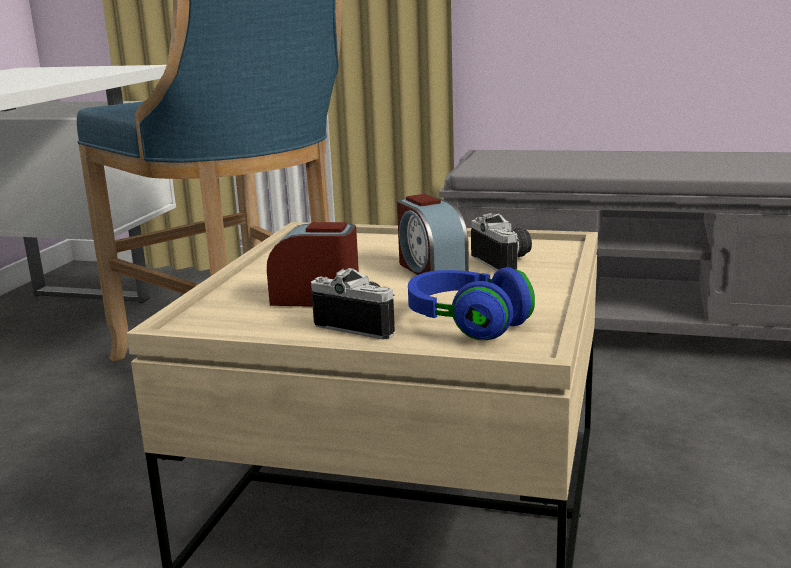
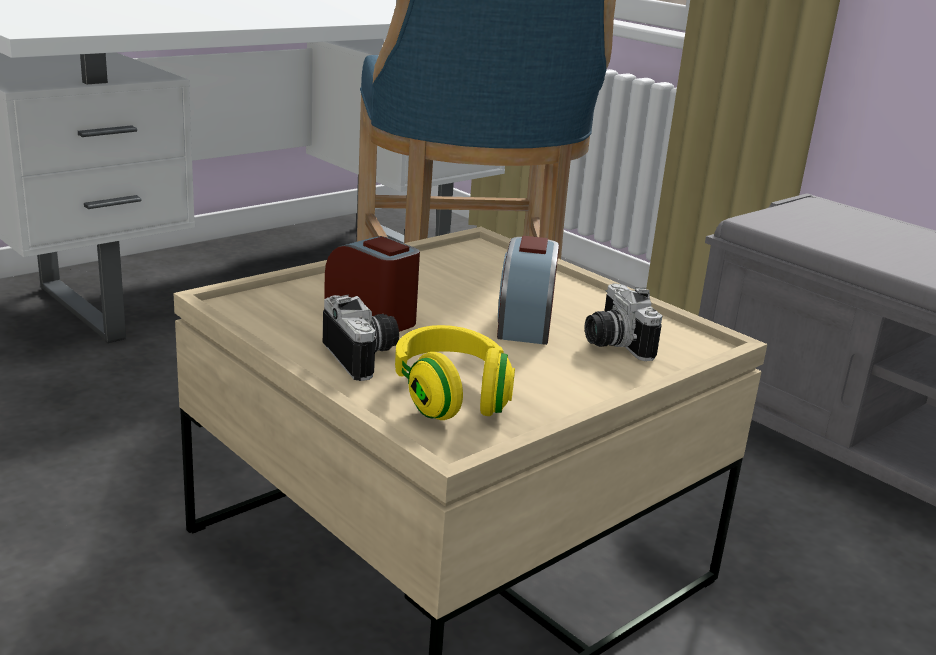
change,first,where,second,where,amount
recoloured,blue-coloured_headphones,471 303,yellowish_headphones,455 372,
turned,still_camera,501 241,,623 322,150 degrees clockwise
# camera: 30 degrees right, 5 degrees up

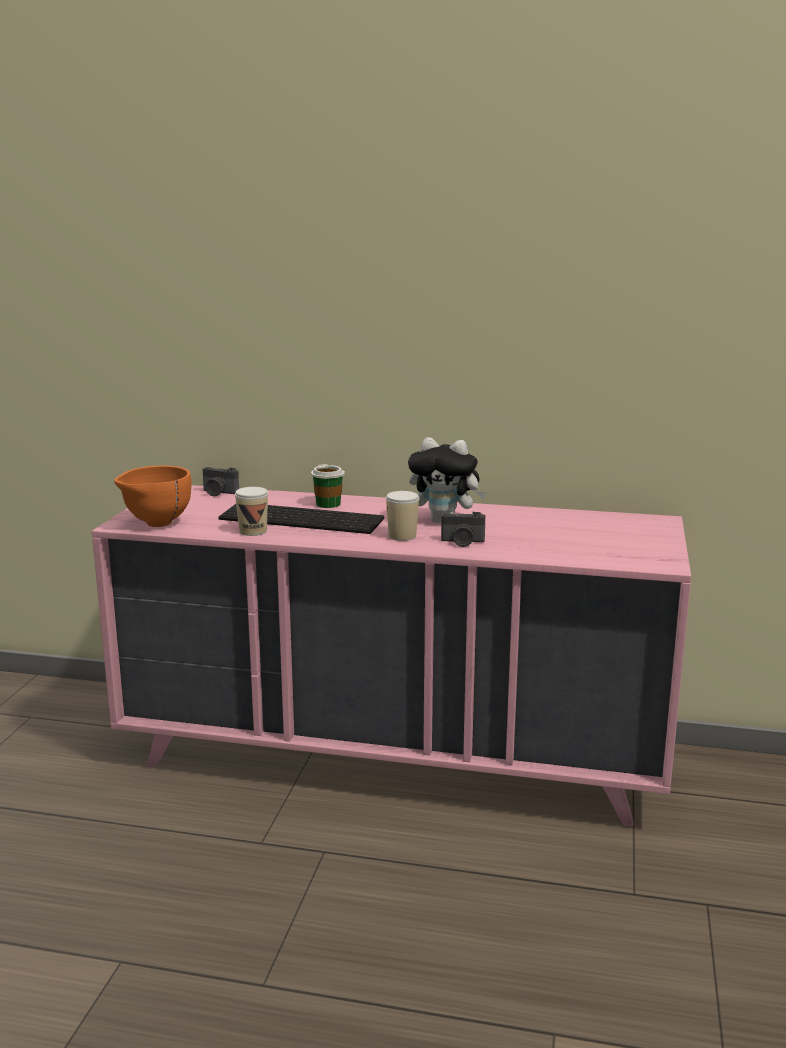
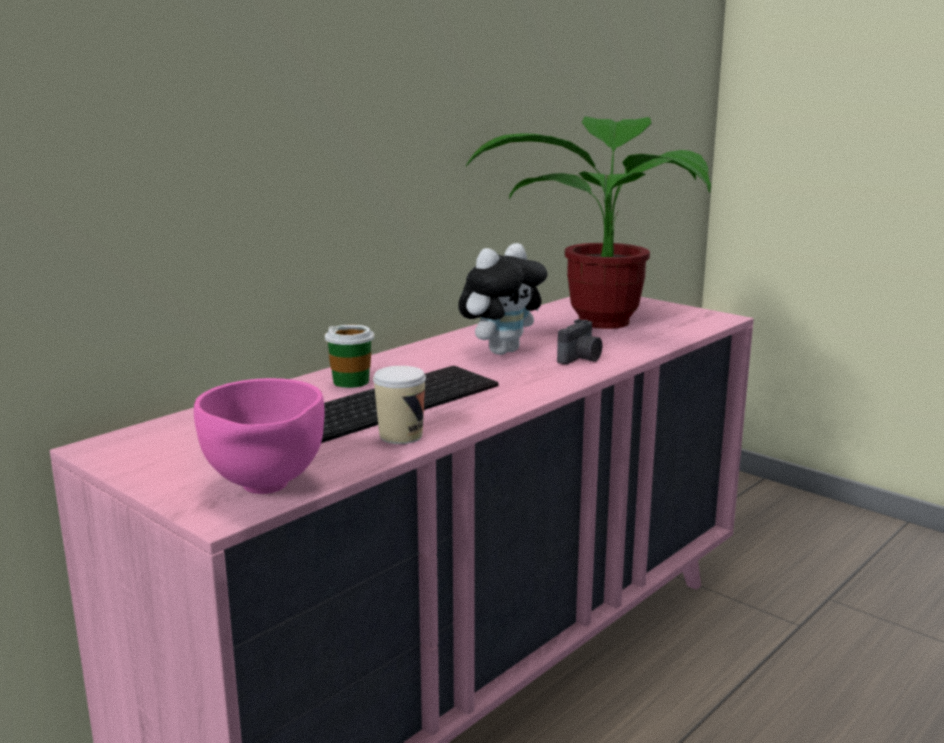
change,first,where,second,where,amount
recoloured,orangey_serving_bowl,152 496,pink-coloured_serving_bowl,259 436,
added,,,plant_in_a_pot,588 222,
removed,still_camera,221 481,,,
removed,drinking_cup,402 516,,,
# camera: 60 degrees left, 0 degrees up

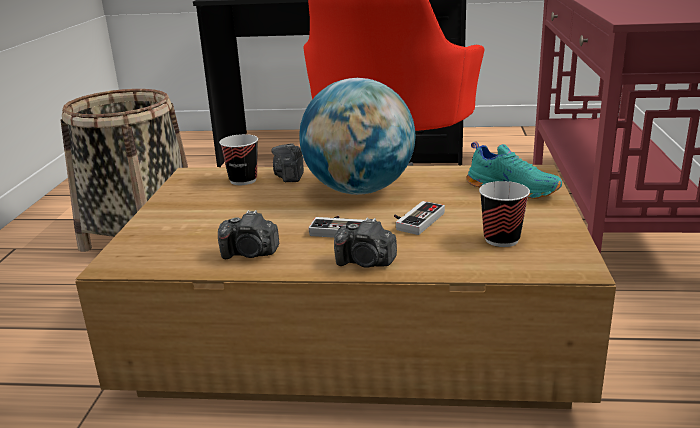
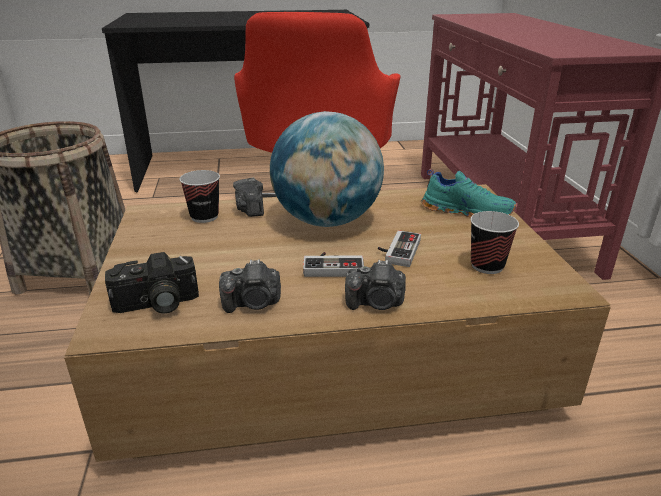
change,first,where,second,where,amount
added,,,still_camera,152 283,
# camera: 15 degrees left, 5 degrees up

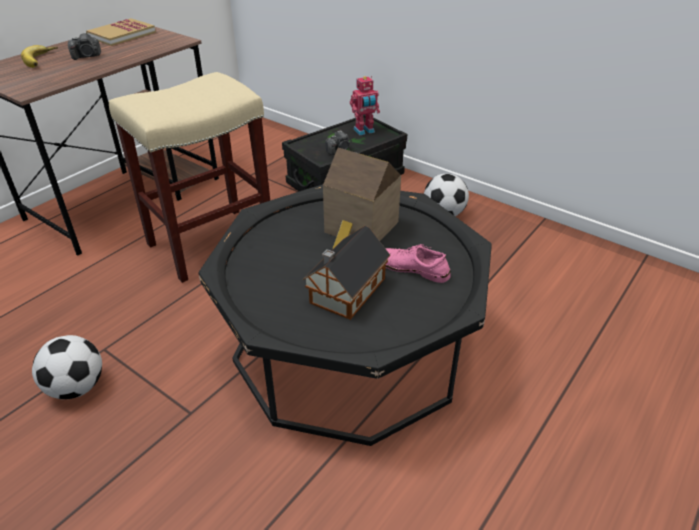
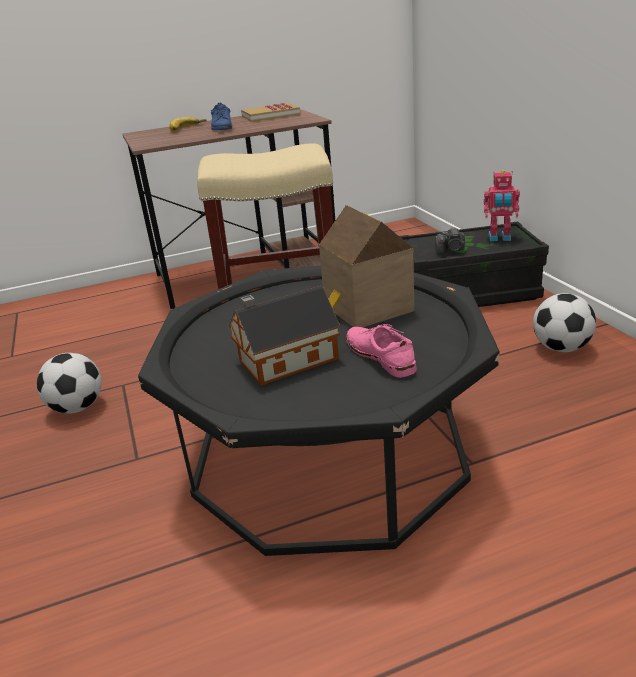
change,first,where,second,where,amount
replaced,still_camera,84 46,blue-coloured_item_of_footwear,221 116,
# camera: 35 degrees right, 10 degrees down

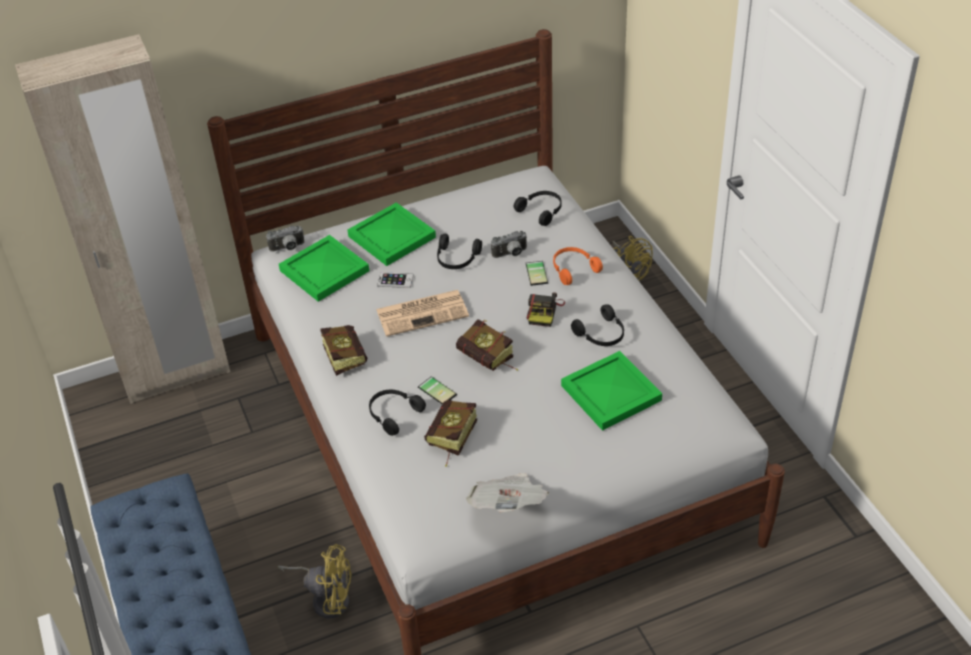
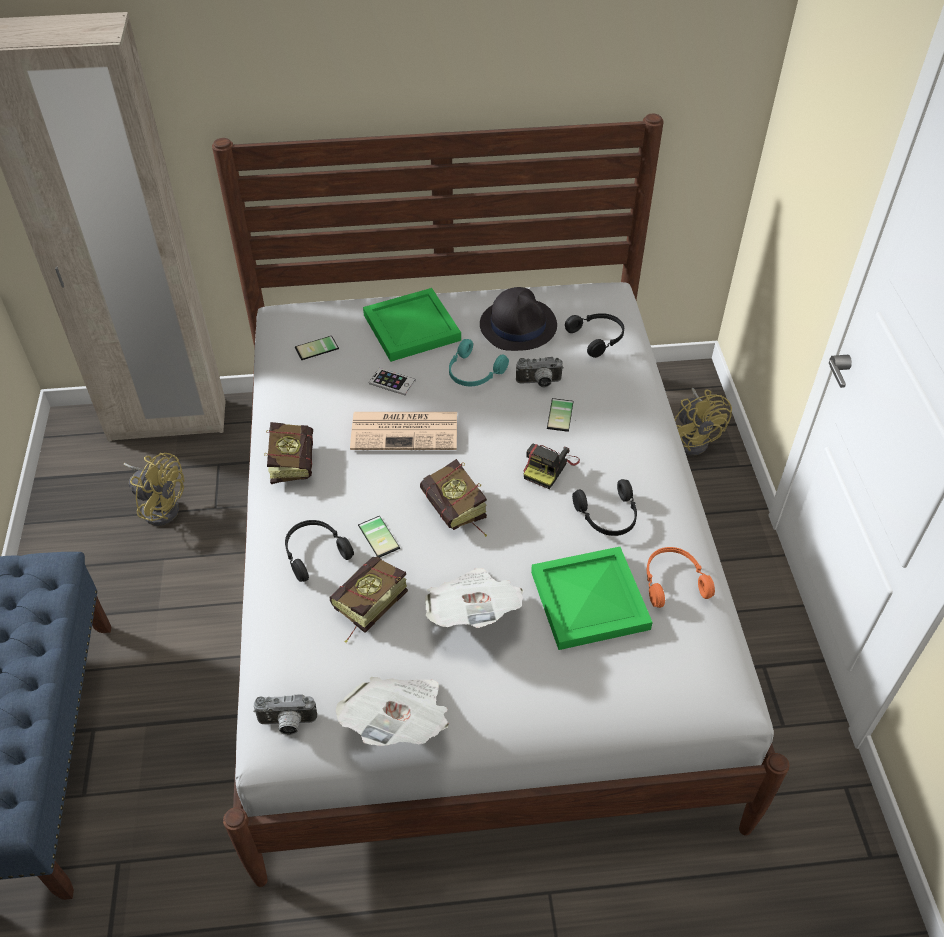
change,first,where,second,where,amount
moved,yellowish_cooling_fan,315 581,,154 489,
moved,still_camera,285 238,,285 714,
replaced,green_carrying_tray,324 268,phone,317 348,
added,,,newspaper,474 598,
recoloured,black-coloured_headphones,459 251,turquoise-coloured_headphones,479 362,
added,,,black-coloured_wearable_hat,518 319,
moved,orangey_headphones,578 266,,681 577,
# camera: 15 degrees right, 5 degrees up

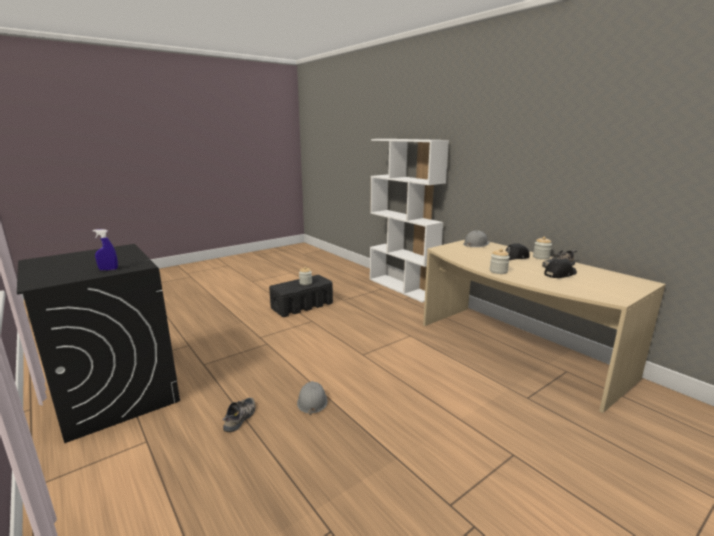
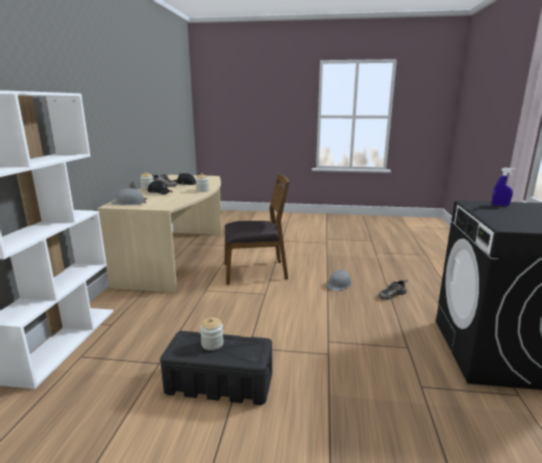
change,first,where,second,where,amount
added,,,brown-coloured_chair,257 229,
# camera: 135 degrees left, 0 degrees up

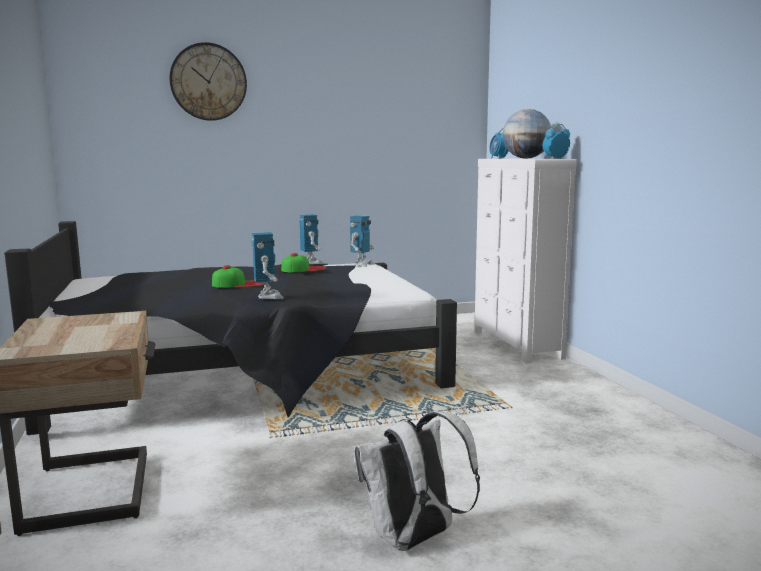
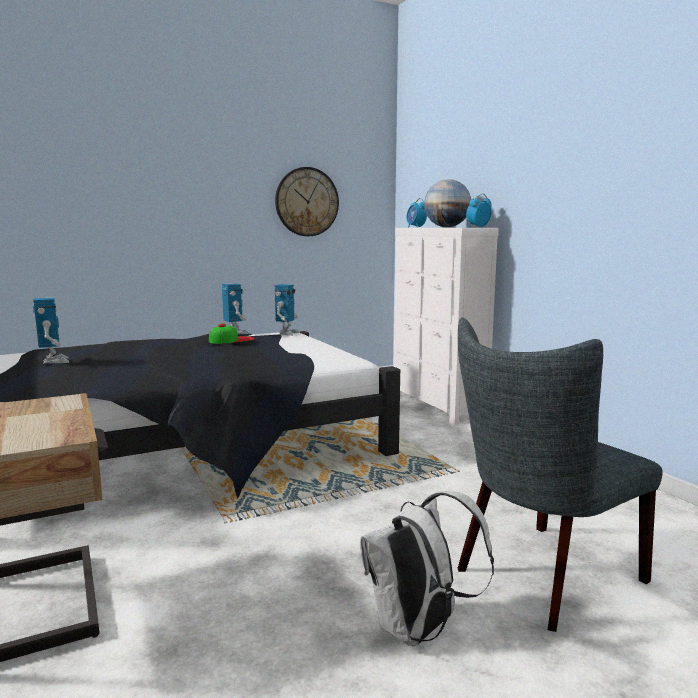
change,first,where,second,where,amount
moved,robot_figure,267 265,,51 330,
moved,hanging_clock,208 81,,307 201,
added,,,greyish_chair,560 474,
removed,cap,238 276,,,
# camera: 10 degrees left, 0 degrees up

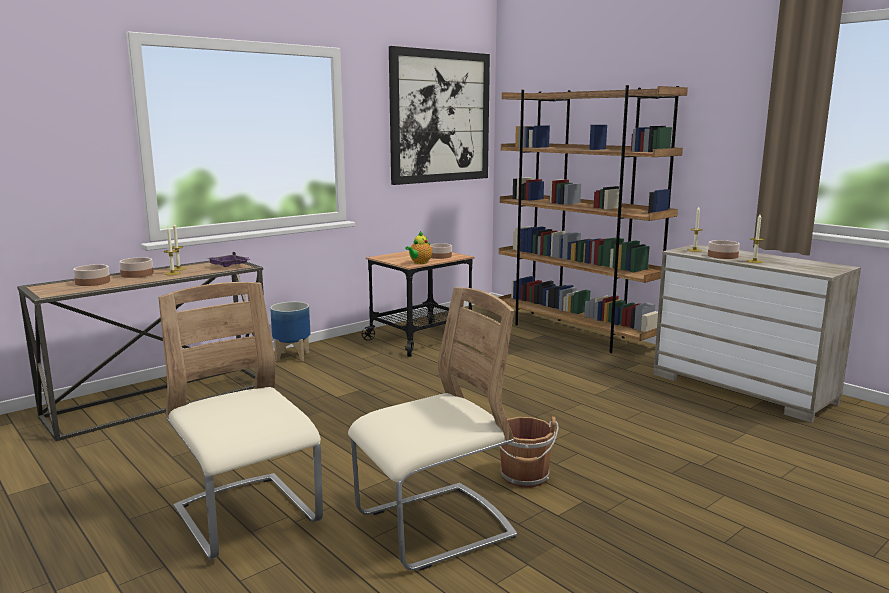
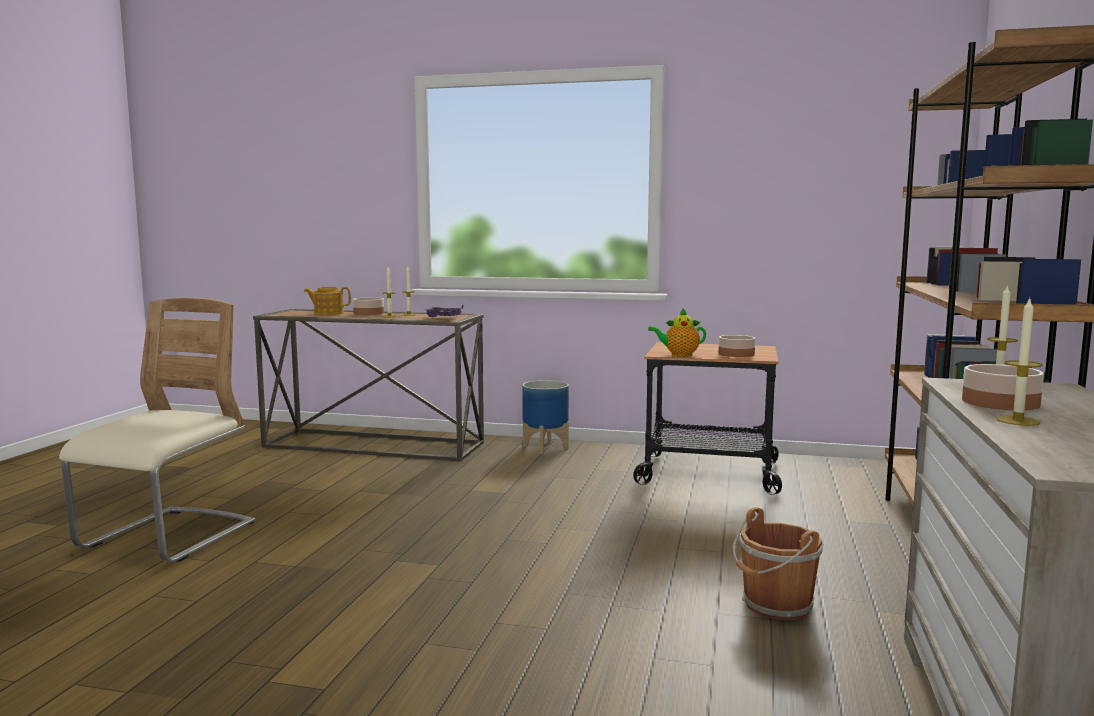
change,first,where,second,where,amount
replaced,serving_bowl,91 275,tea_pot,327 301,
moved,brown-coloured_water_bucket,529 452,,778 563,
removed,beige-coloured_chair,432 429,,,
removed,picture,439 115,,,
# camera: 55 degrees right, 5 degrees down

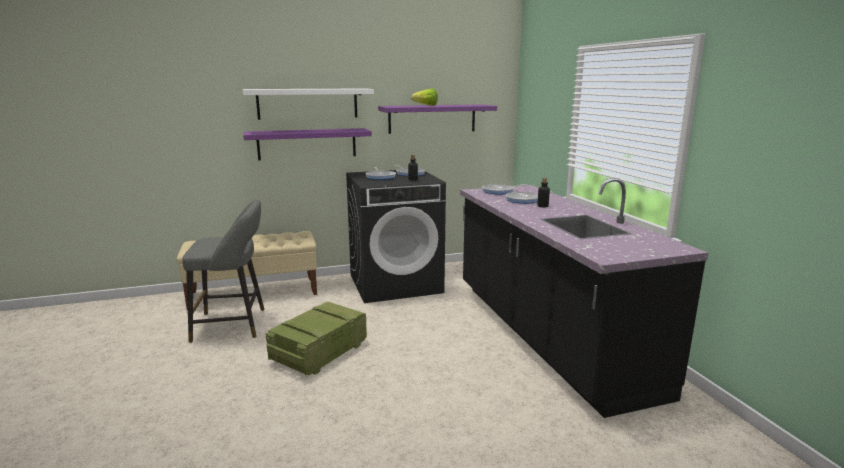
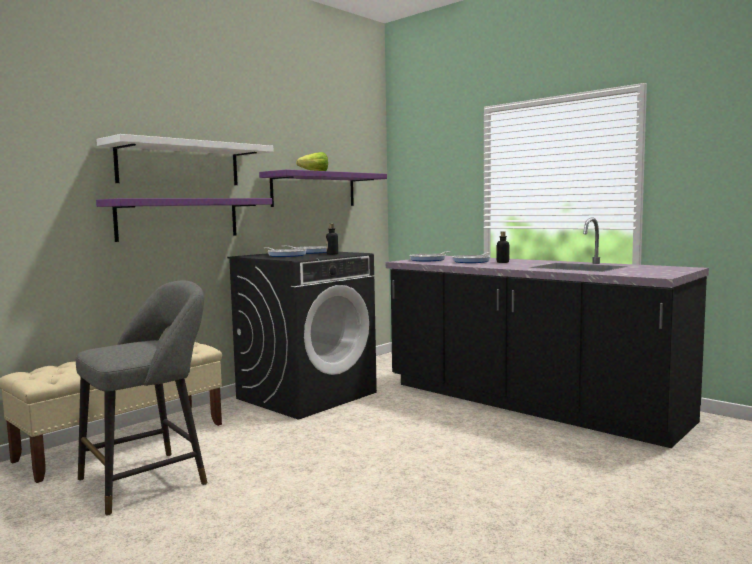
change,first,where,second,where,amount
removed,crate,316 338,,,
# camera: 30 degrees left, 10 degrees down

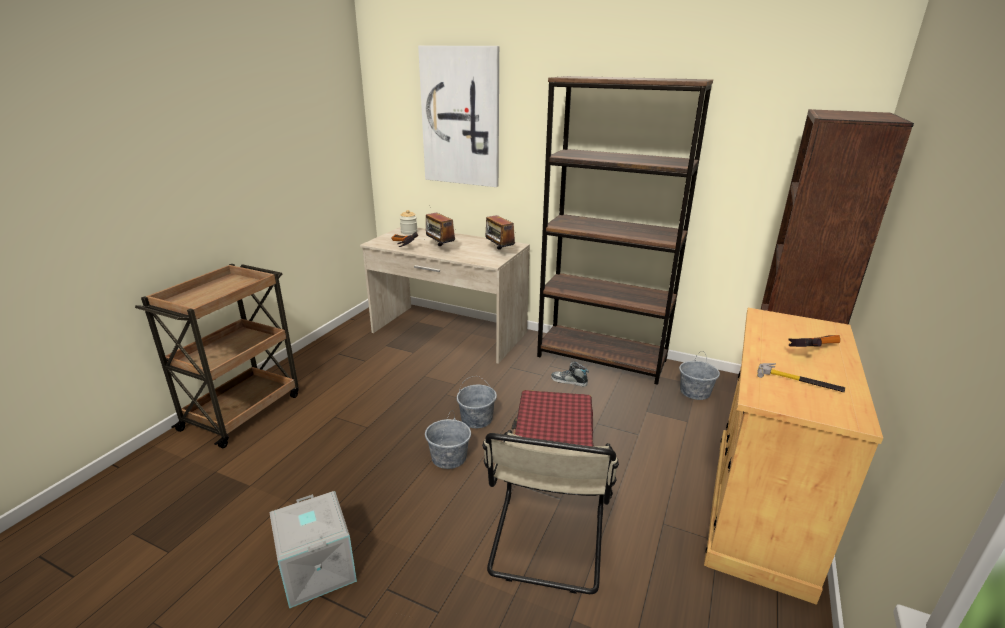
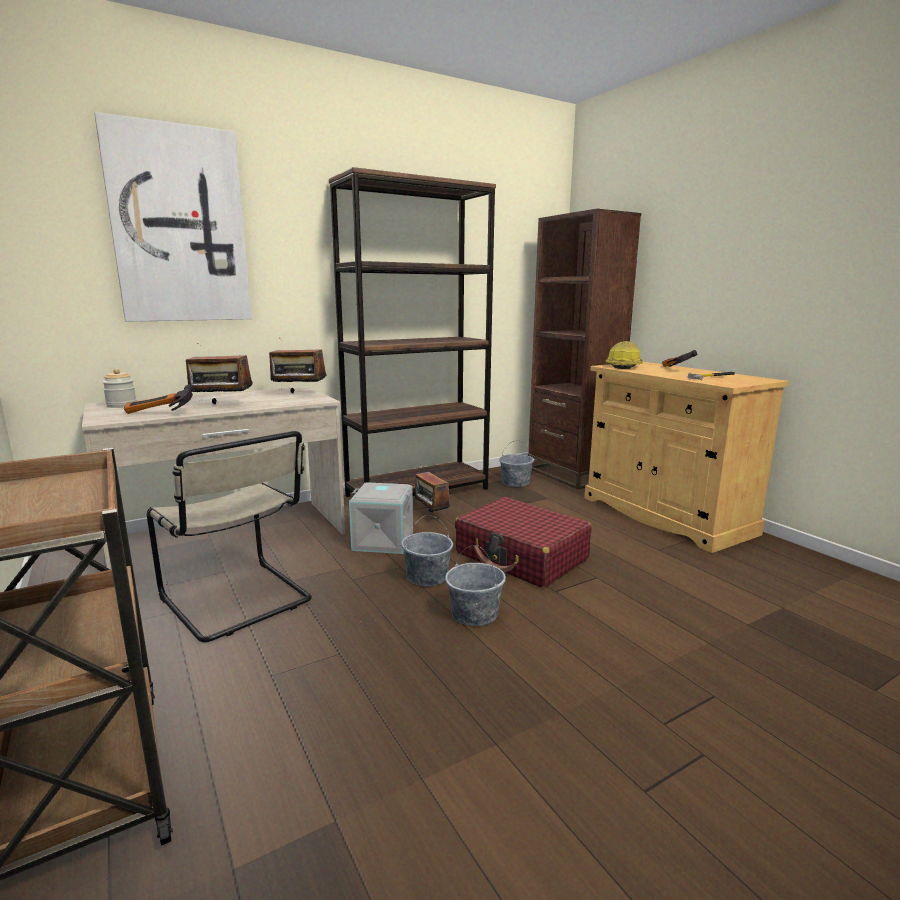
change,first,where,second,where,amount
moved,beige-coloured_chair,550 512,,229 536,
moved,greyish_storage_container,313 549,,381 518,
replaced,item_of_footwear,570 374,radio,432 492,
added,,,safety_helmet,624 355,
# camera: 55 degrees left, 10 degrees down

